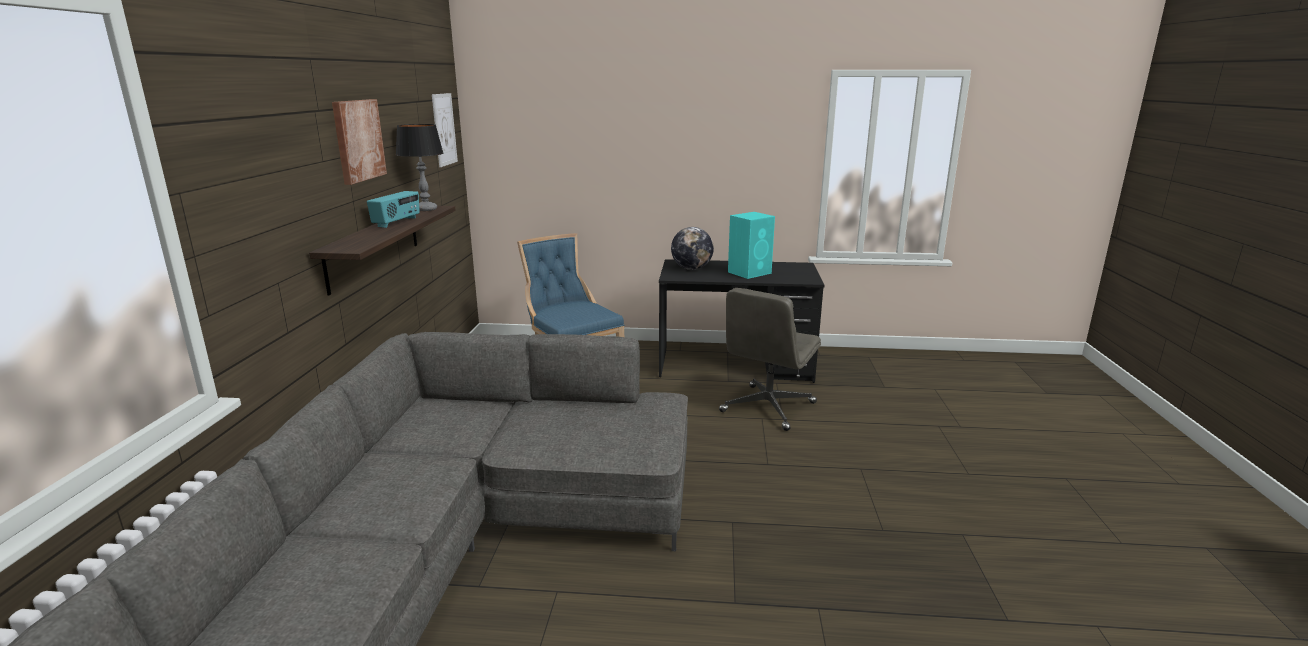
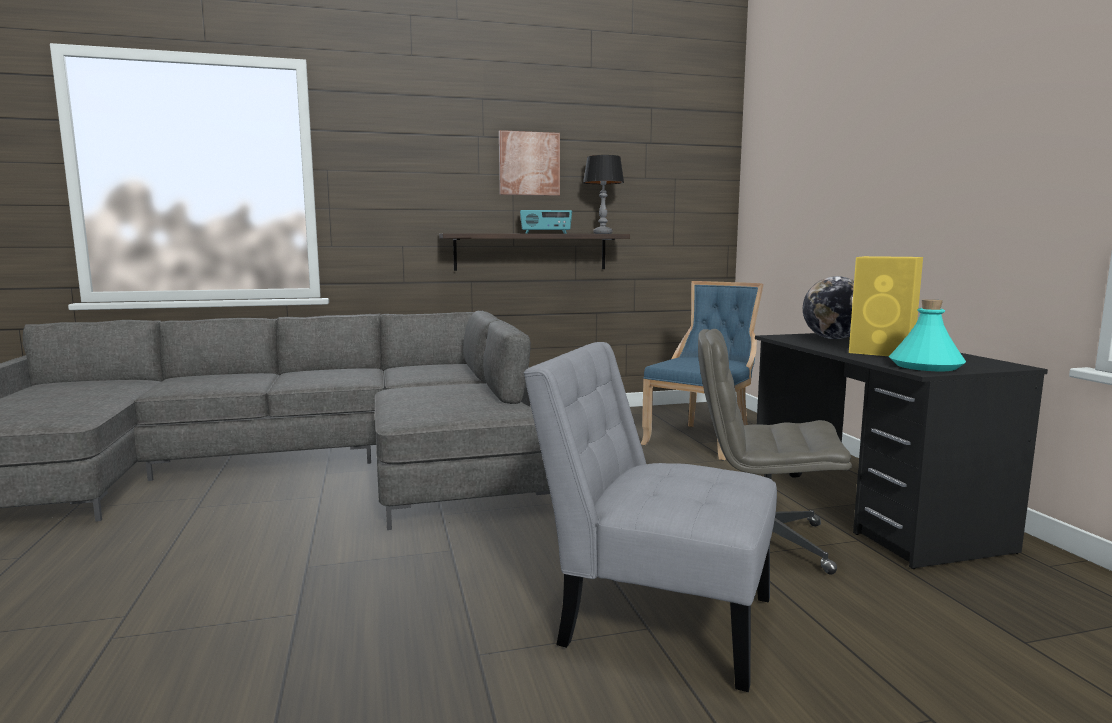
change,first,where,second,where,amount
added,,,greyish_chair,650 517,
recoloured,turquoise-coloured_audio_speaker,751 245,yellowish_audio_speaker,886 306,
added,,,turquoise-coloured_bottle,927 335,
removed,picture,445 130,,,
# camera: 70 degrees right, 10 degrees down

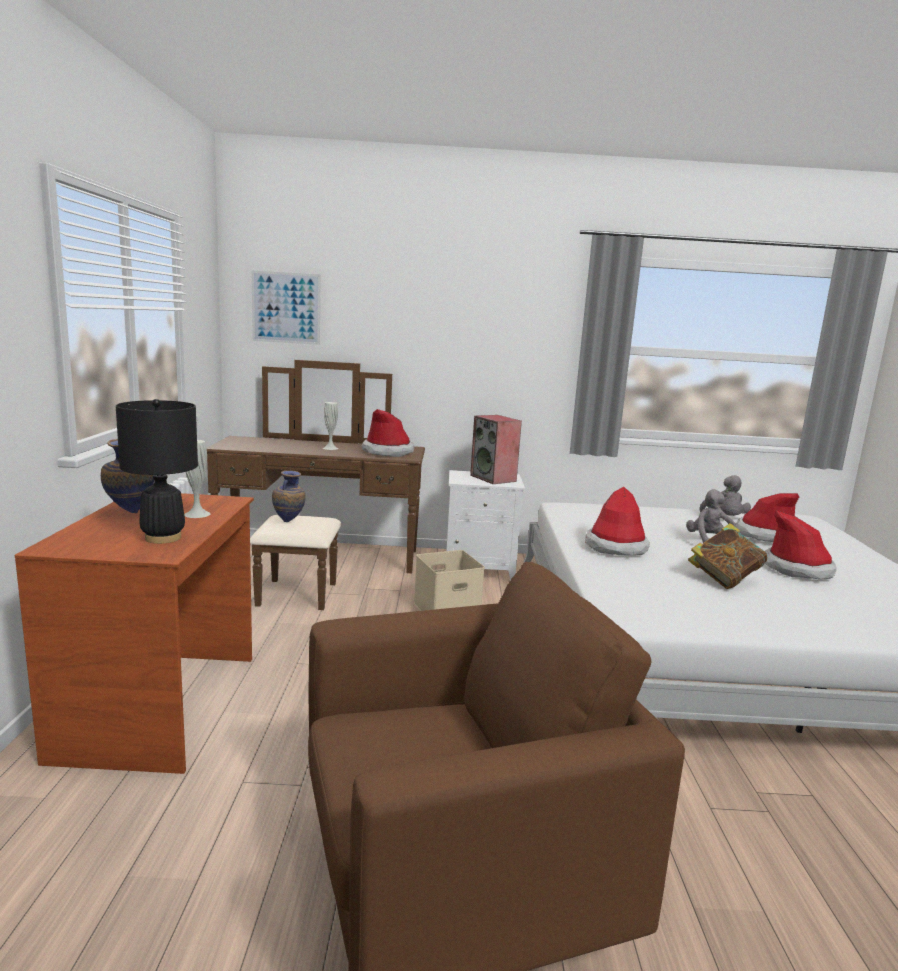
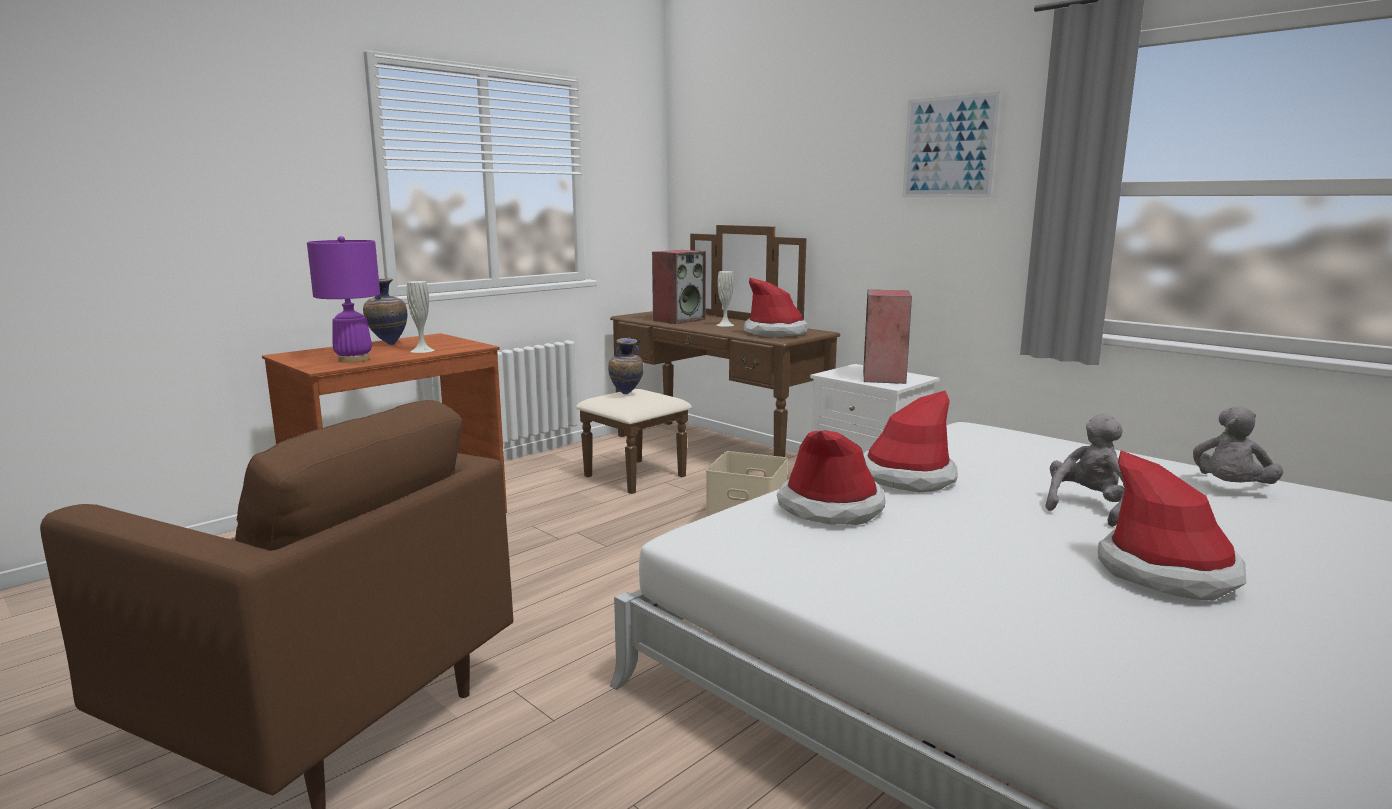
change,first,where,second,where,amount
recoloured,black-coloured_tabletop_lamp,157 471,purplish_tabletop_lamp,343 299,
added,,,audio_speaker,679 287,
moved,wearable_hat,767 517,,831 477,
moved,picture,286 308,,951 144,
removed,book,727 556,,,
# camera: 45 degrees right, 0 degrees up

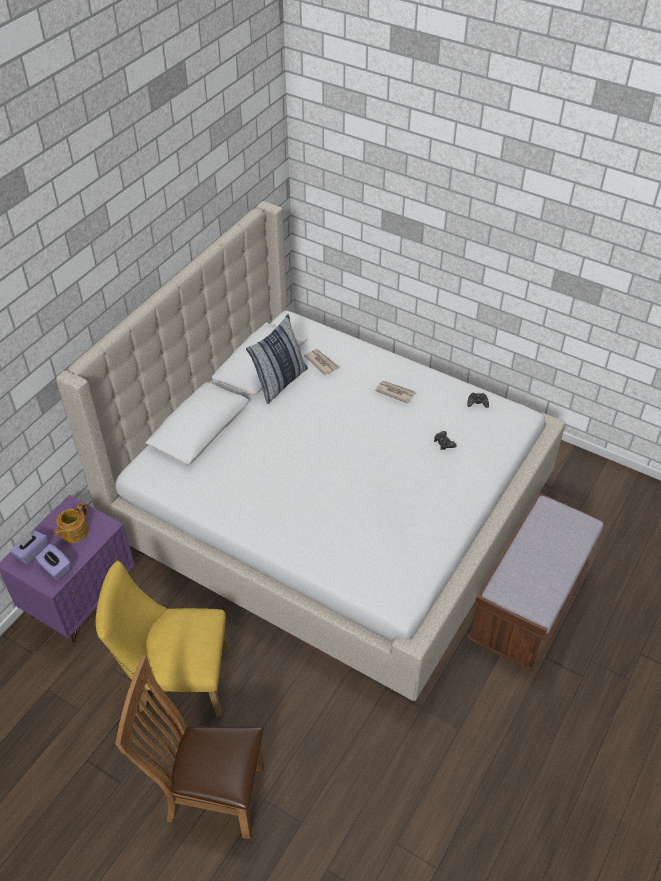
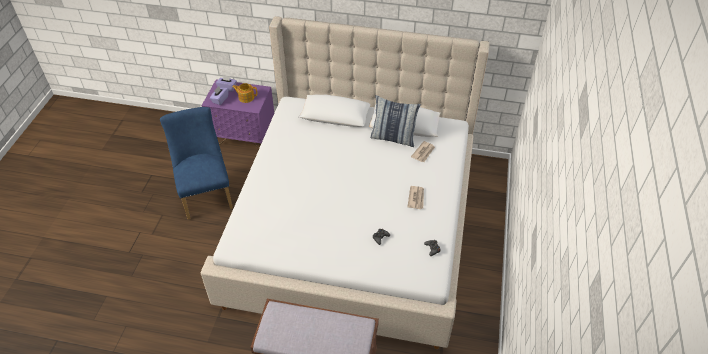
change,first,where,second,where,amount
recoloured,yellowish_chair,162 639,blue-coloured_chair,196 163,
removed,brown-coloured_chair,189 747,,,
# camera: 70 degrees right, 0 degrees up

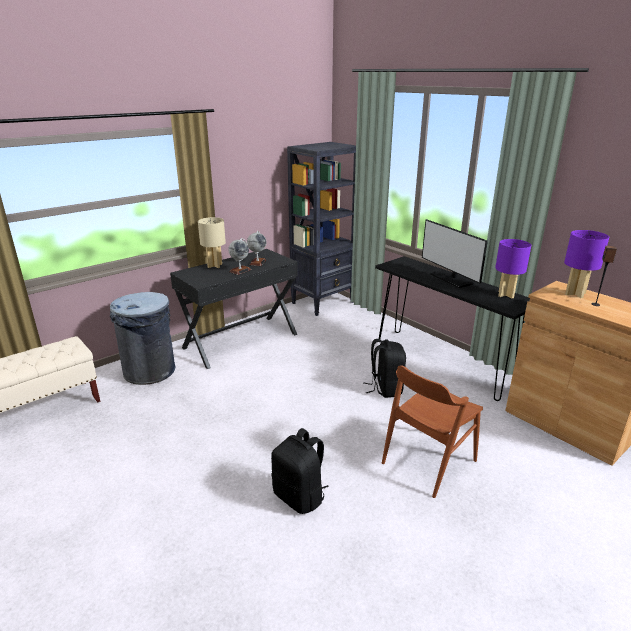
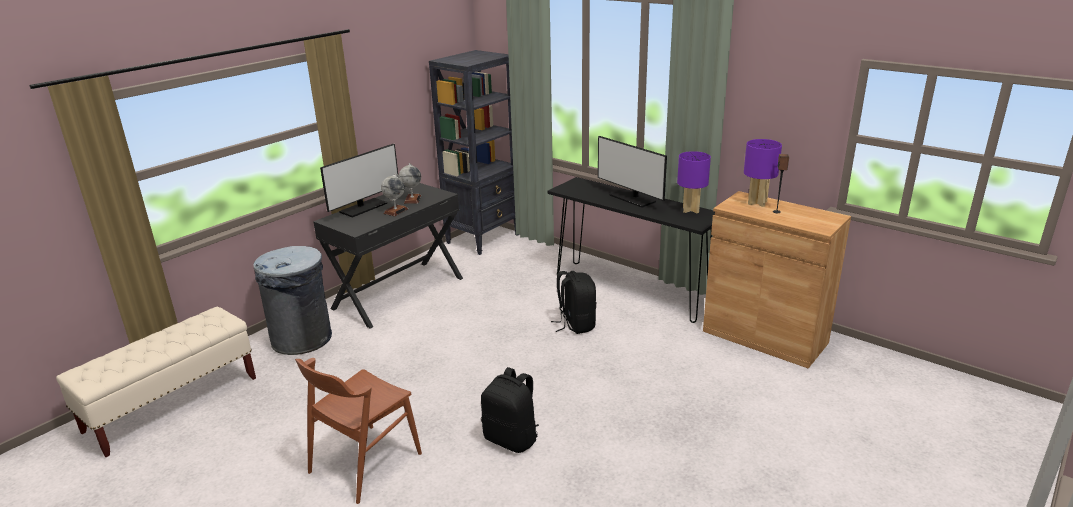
change,first,where,second,where,amount
moved,brown-coloured_chair,432 432,,358 431,
replaced,beige-coloured_tabletop_lamp,212 242,computer_screen,359 181,
# camera: 10 degrees left, 0 degrees up

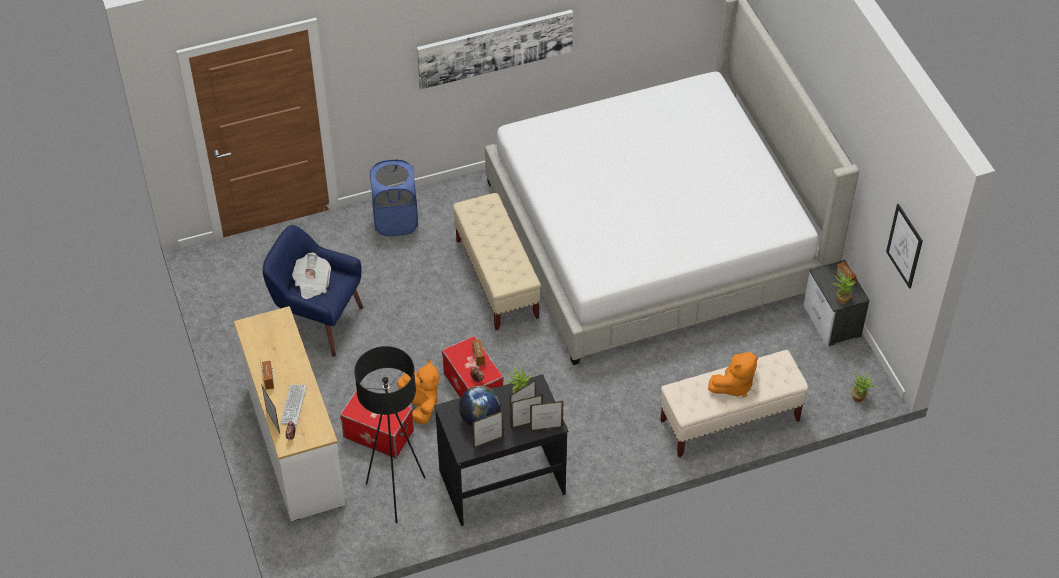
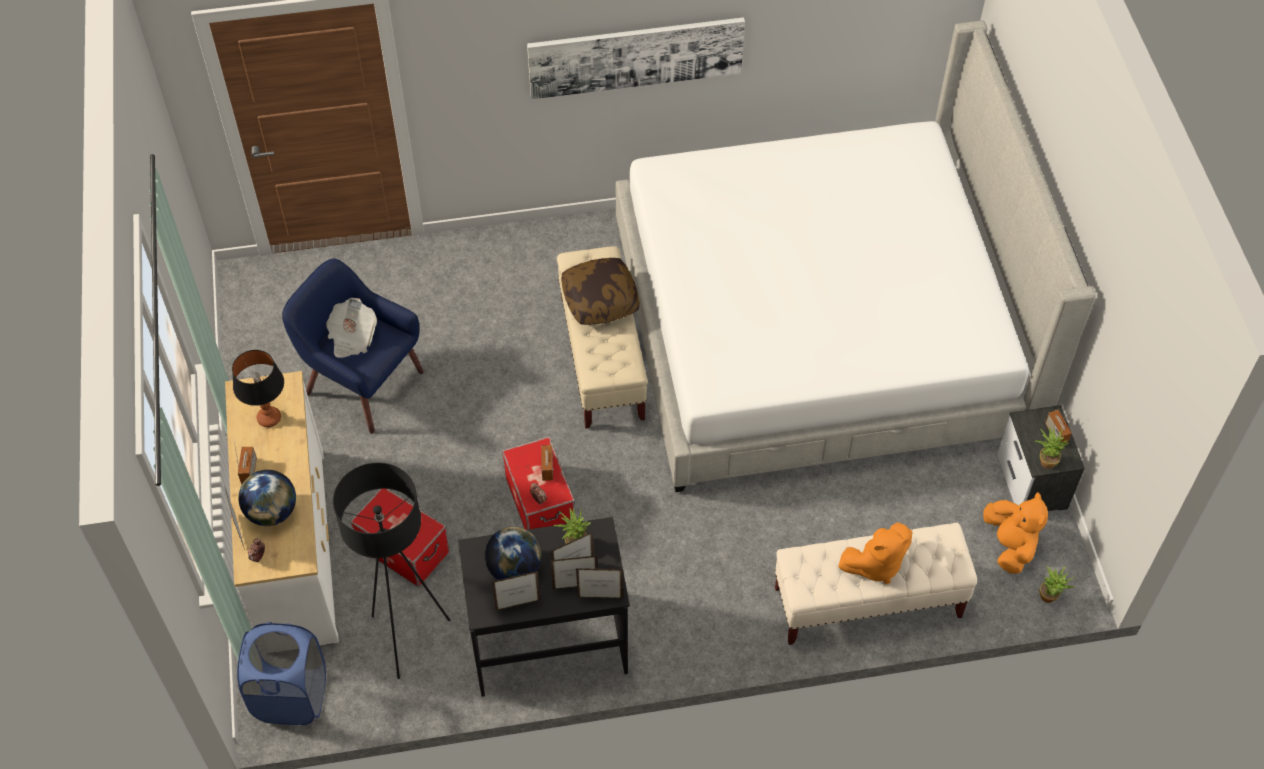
change,first,where,second,where,amount
added,,,tabletop_lamp,258 388,
moved,blue-coloured_hamper,394 197,,281 673,
replaced,keyboard,293 405,globe,267 498,
added,,,throw_pillow,600 291,
moved,orangey_cuddly_toy,418 392,,1015 533,
removed,picture,904 246,,,
# camera: 10 degrees right, 5 degrees up

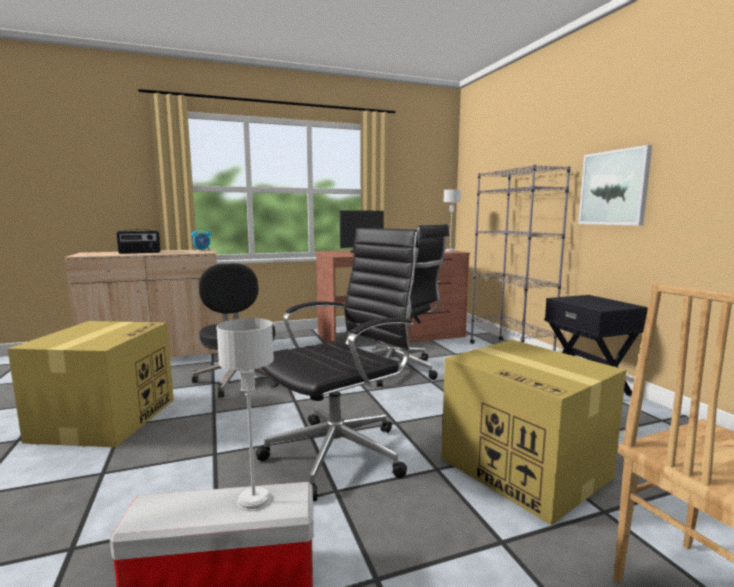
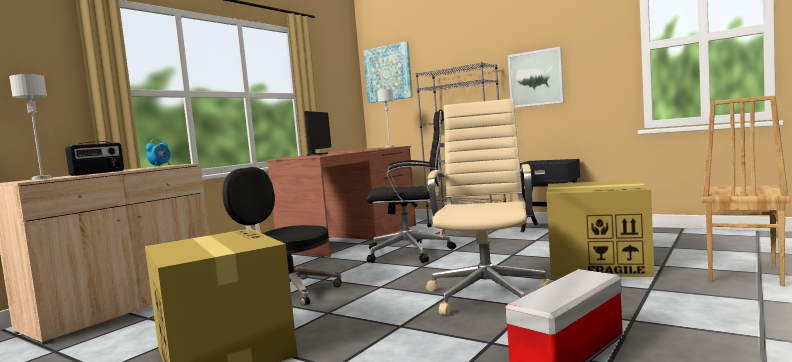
change,first,where,second,where,amount
moved,greyish_tabletop_lamp,245 414,,31 127,
added,,,picture,388 72,
recoloured,black-coloured_office_chair,337 364,beige-coloured_office_chair,489 207,
# camera: 35 degrees left, 5 degrees down

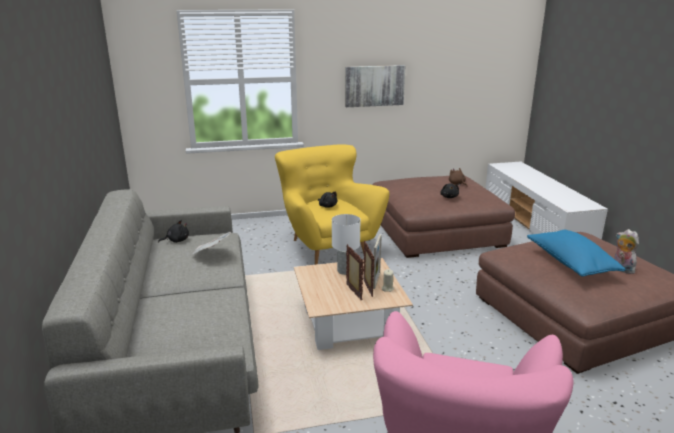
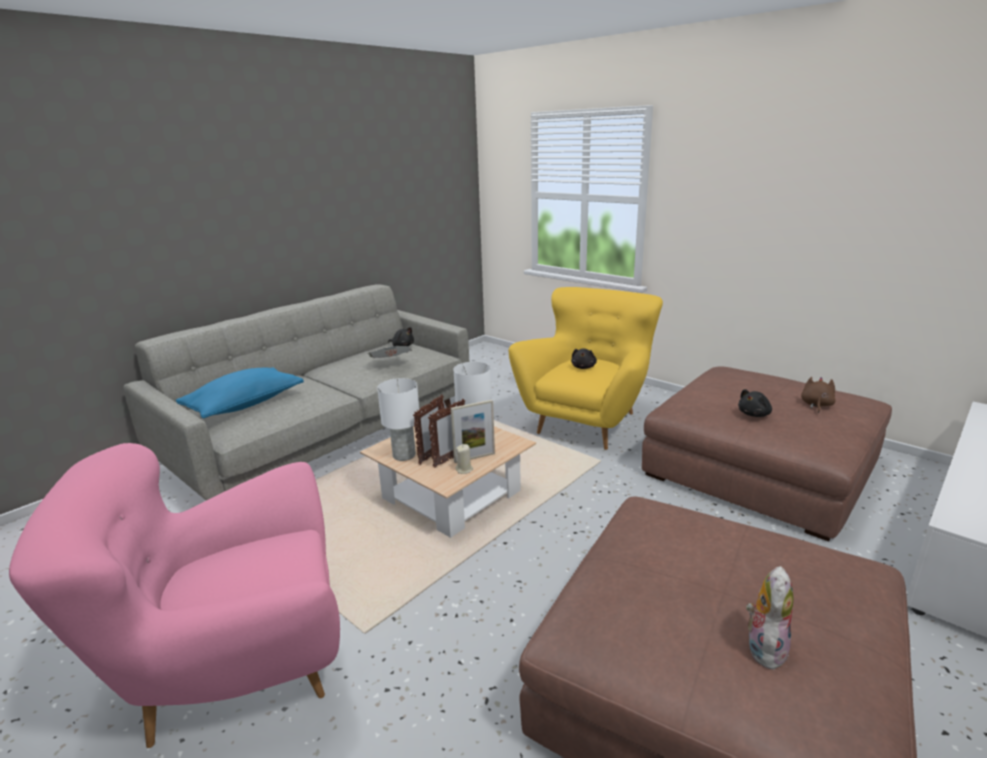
change,first,where,second,where,amount
moved,blue-coloured_throw_pillow,576 253,,240 392,
added,,,white_tabletop_lamp,398 419,
removed,picture,375 86,,,
# camera: 55 degrees right, 0 degrees up

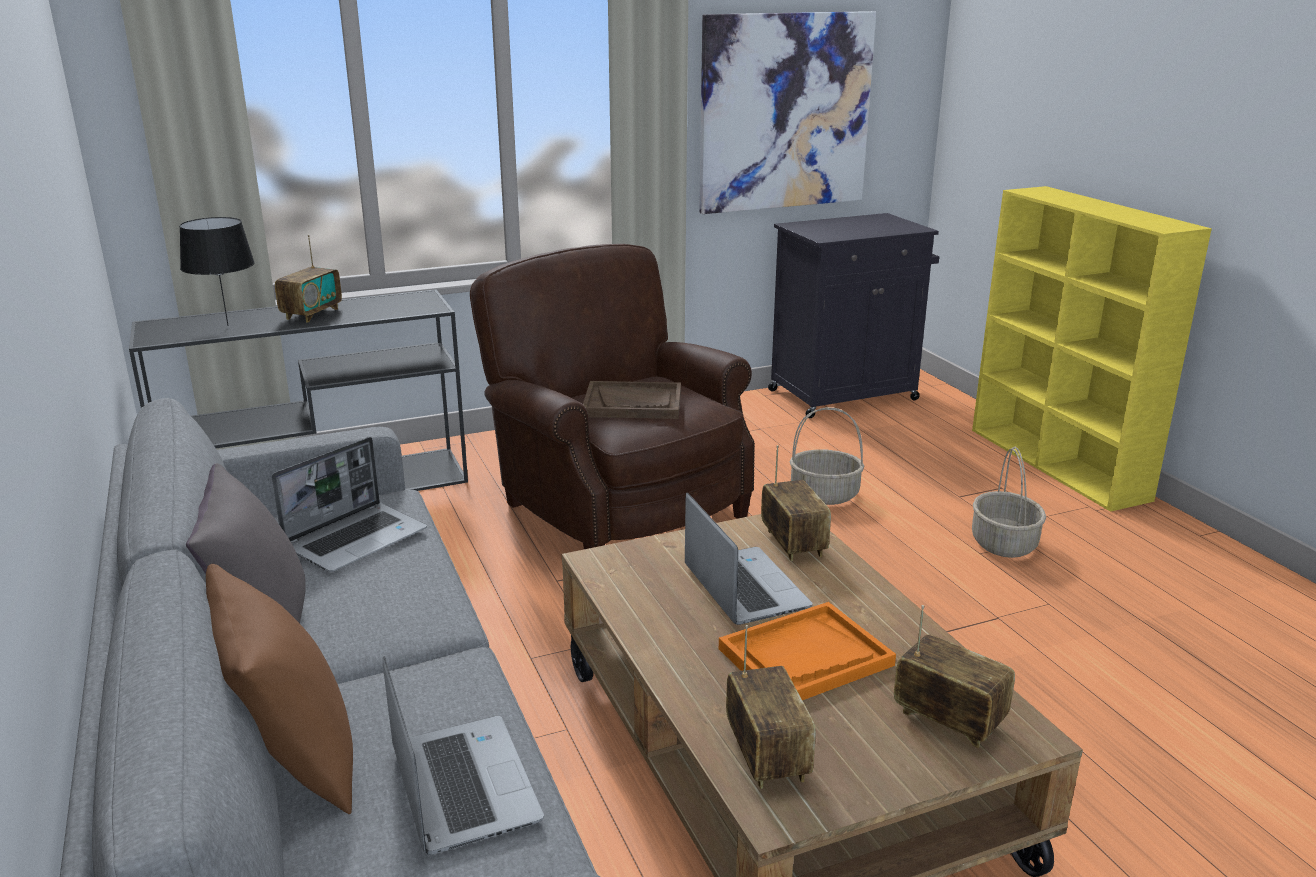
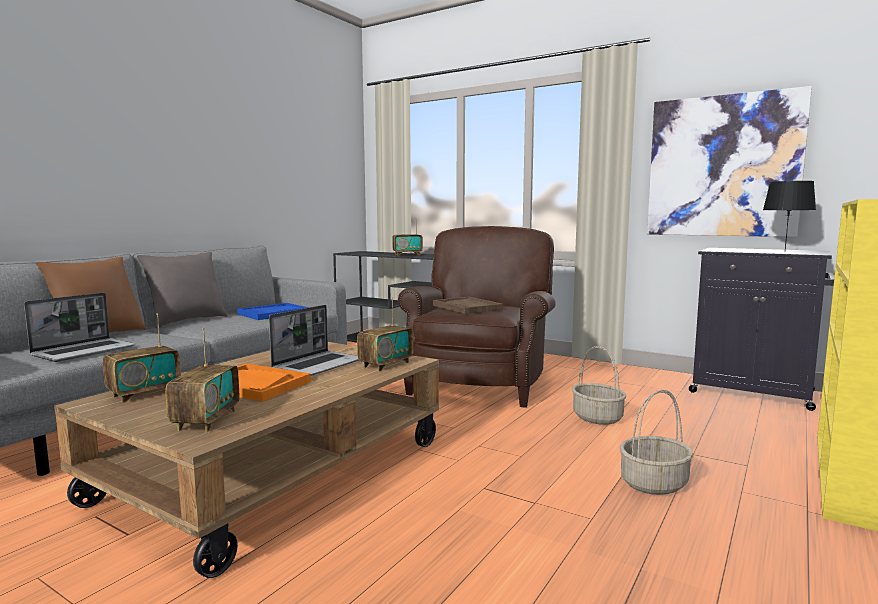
change,first,where,second,where,amount
replaced,portable_computer,349 504,blue-coloured_carrying_tray,273 311,
moved,black-coloured_tabletop_lamp,217 271,,789 215,
# camera: 55 degrees right, 15 degrees down

